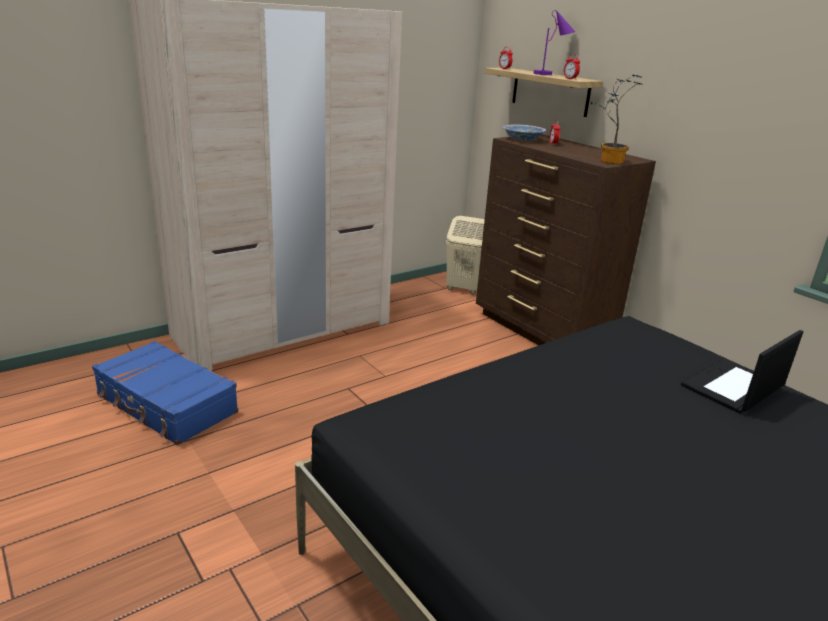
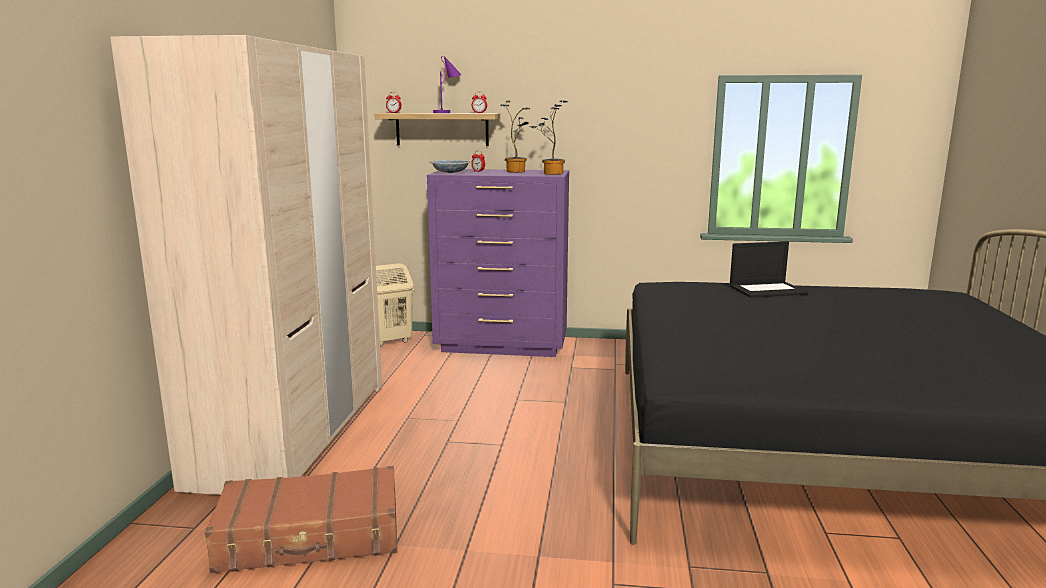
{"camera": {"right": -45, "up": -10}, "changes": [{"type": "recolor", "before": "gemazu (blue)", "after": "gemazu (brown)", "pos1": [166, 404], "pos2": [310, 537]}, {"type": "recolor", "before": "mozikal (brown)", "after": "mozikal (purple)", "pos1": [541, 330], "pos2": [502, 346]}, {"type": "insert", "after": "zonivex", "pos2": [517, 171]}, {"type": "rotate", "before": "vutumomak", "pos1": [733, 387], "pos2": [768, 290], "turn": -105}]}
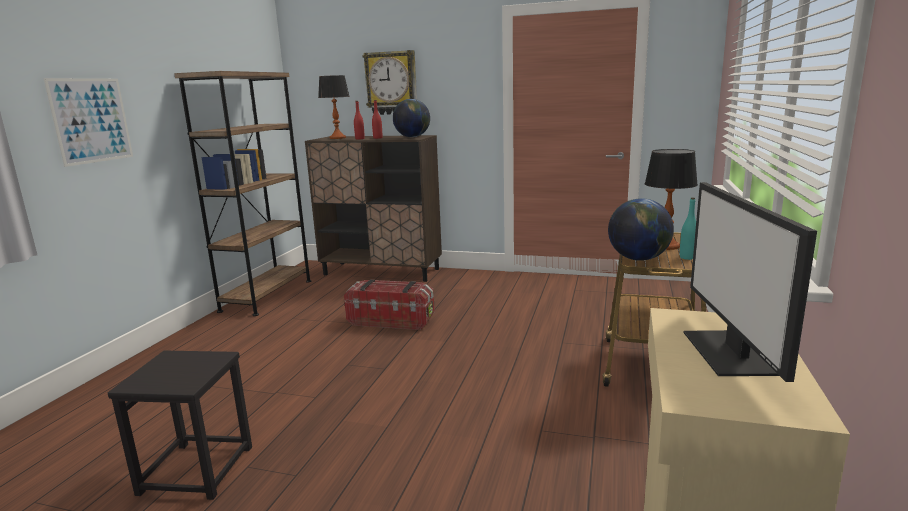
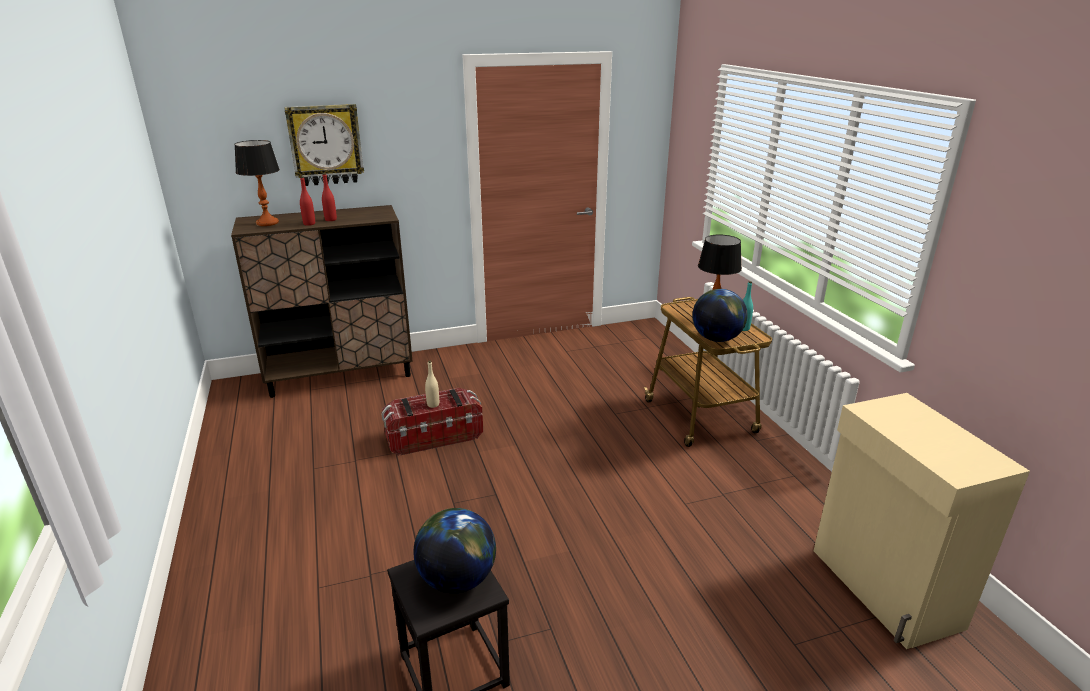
{"camera": {"right": -35, "up": 10}, "changes": [{"type": "move", "before": "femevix", "pos1": [412, 137], "pos2": [457, 579]}, {"type": "insert", "after": "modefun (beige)", "pos2": [433, 404]}, {"type": "delete", "before": "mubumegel", "pos1": [91, 120]}, {"type": "delete", "before": "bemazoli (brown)", "pos1": [267, 295]}, {"type": "delete", "before": "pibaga", "pos1": [732, 353]}]}
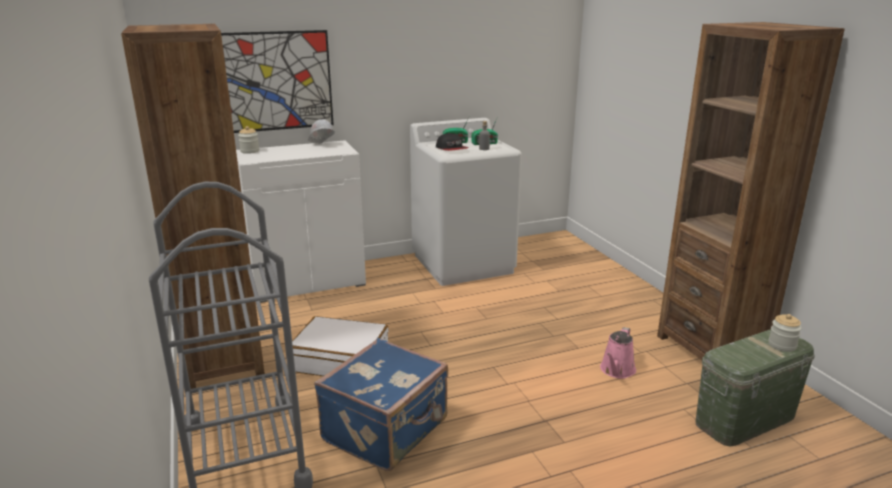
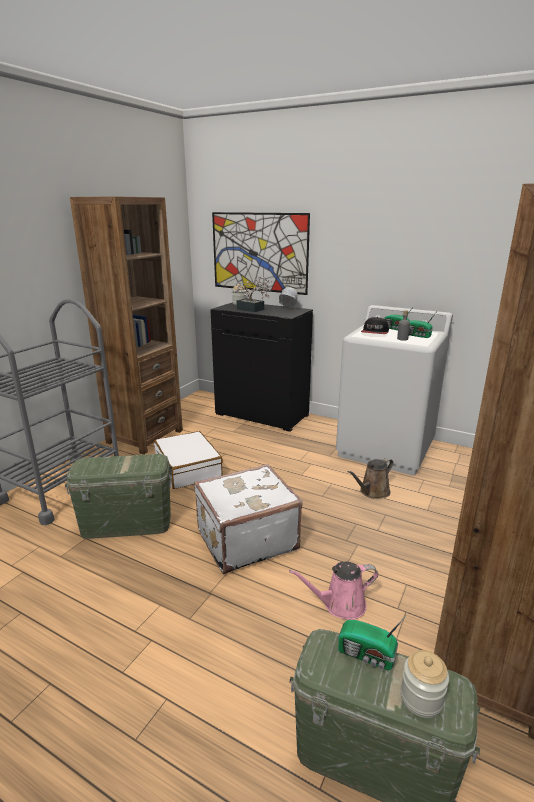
{"camera": {"right": 50, "up": 0}, "changes": [{"type": "replace", "before": "gemazu (blue)", "after": "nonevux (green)", "pos1": [387, 430], "pos2": [127, 524]}, {"type": "insert", "after": "gemazu (white)", "pos2": [245, 539]}, {"type": "recolor", "before": "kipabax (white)", "after": "kipabax (black)", "pos1": [308, 282], "pos2": [262, 414]}, {"type": "insert", "after": "zonivex", "pos2": [252, 310]}, {"type": "insert", "after": "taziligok", "pos2": [367, 655]}, {"type": "insert", "after": "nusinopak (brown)", "pos2": [372, 492]}]}
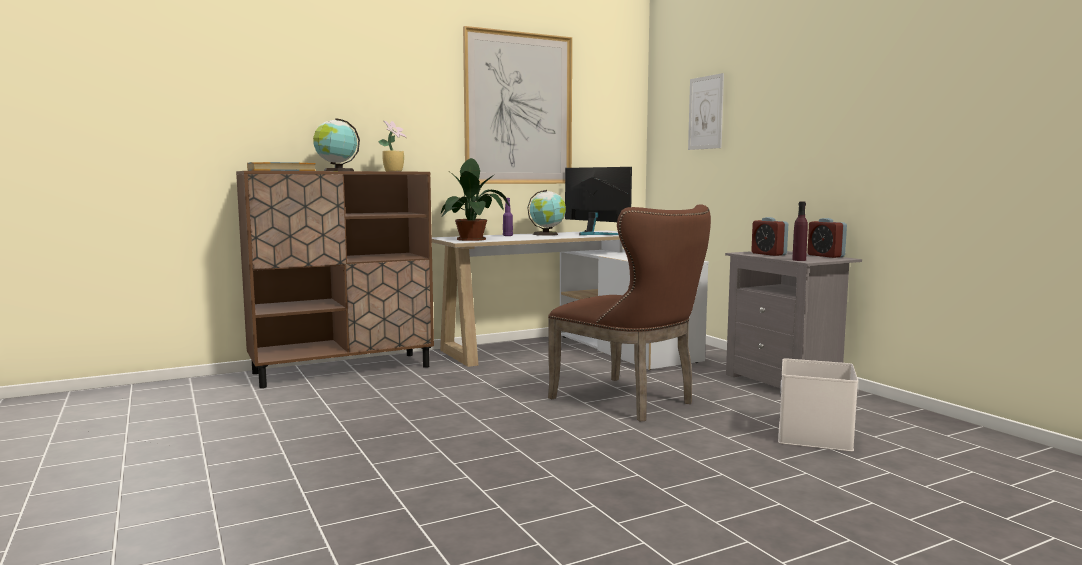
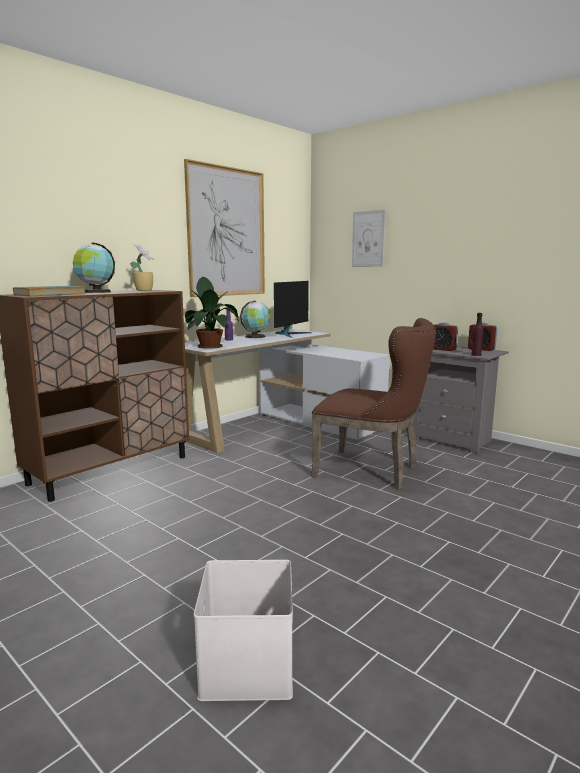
{"camera": {"right": -20, "up": 5}, "changes": [{"type": "move", "before": "nonevux (white)", "pos1": [812, 435], "pos2": [245, 662]}, {"type": "rotate", "before": "pibaga", "pos1": [594, 234], "pos2": [290, 334], "turn": 90}]}
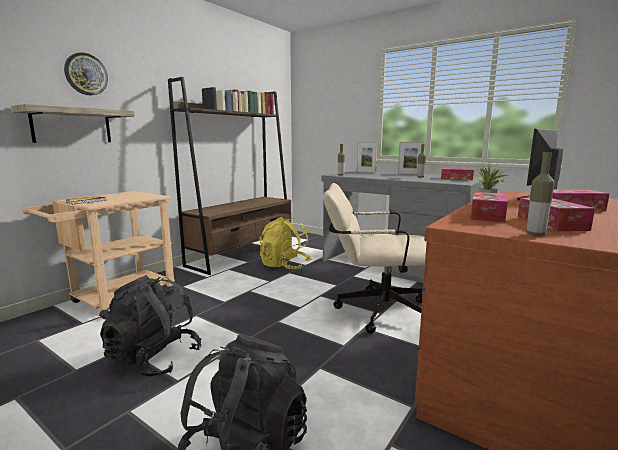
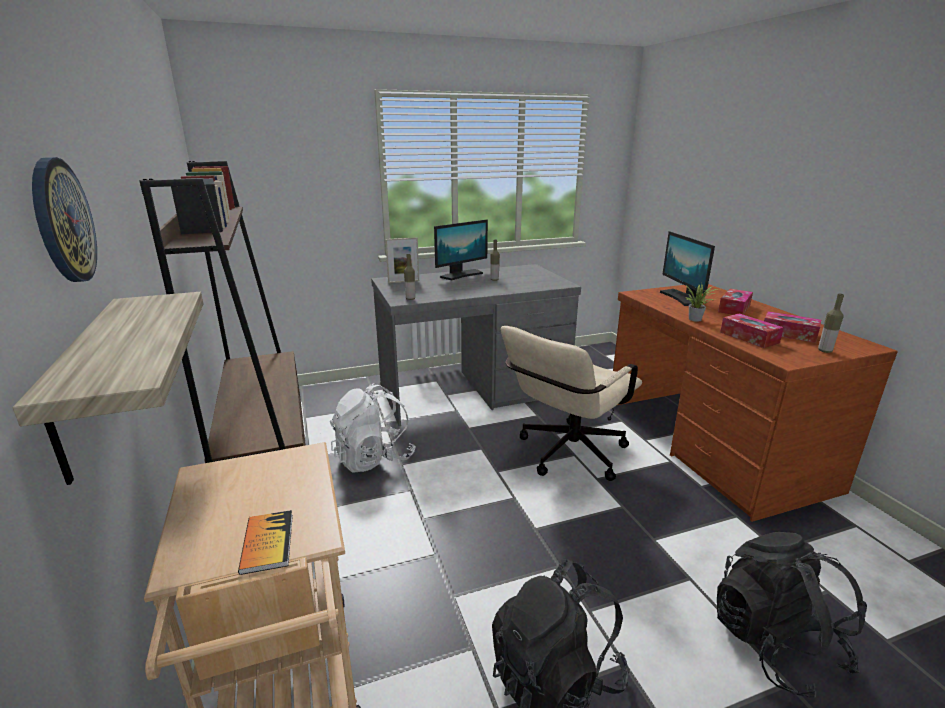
{"camera": {"right": -55, "up": 10}, "changes": [{"type": "recolor", "before": "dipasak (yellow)", "after": "dipasak (white)", "pos1": [284, 266], "pos2": [373, 458]}, {"type": "replace", "before": "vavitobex", "after": "pibaga", "pos1": [409, 174], "pos2": [461, 275]}, {"type": "delete", "before": "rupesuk", "pos1": [456, 179]}]}
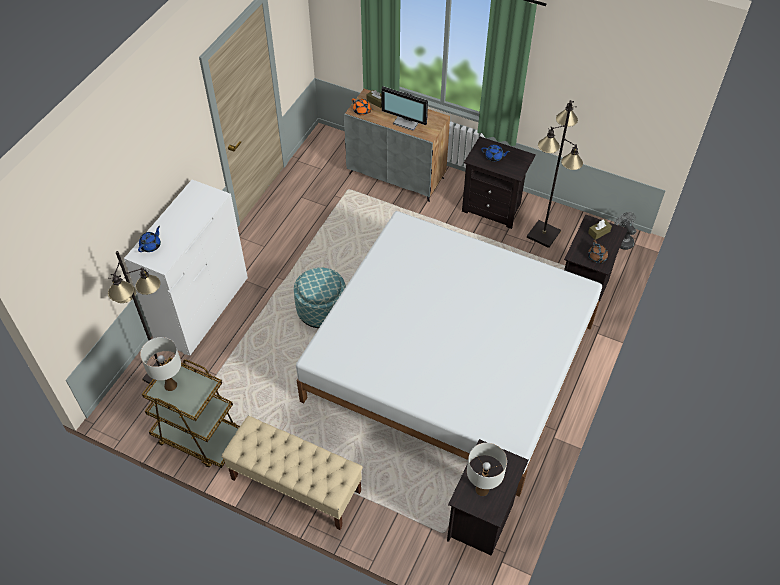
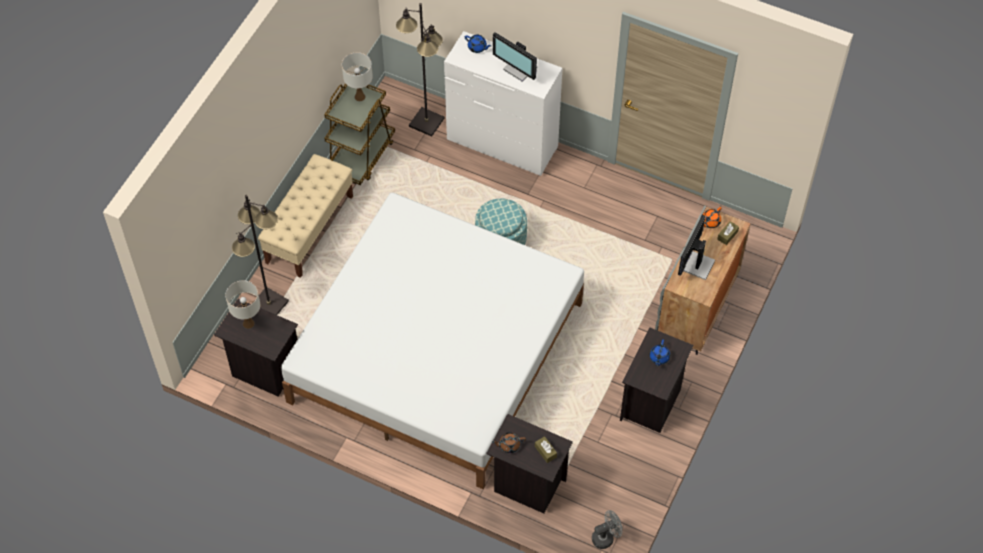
{"camera": {"right": 90, "up": 5}, "changes": [{"type": "move", "before": "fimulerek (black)", "pos1": [544, 234], "pos2": [269, 305]}, {"type": "insert", "after": "pibaga", "pos2": [519, 69]}]}
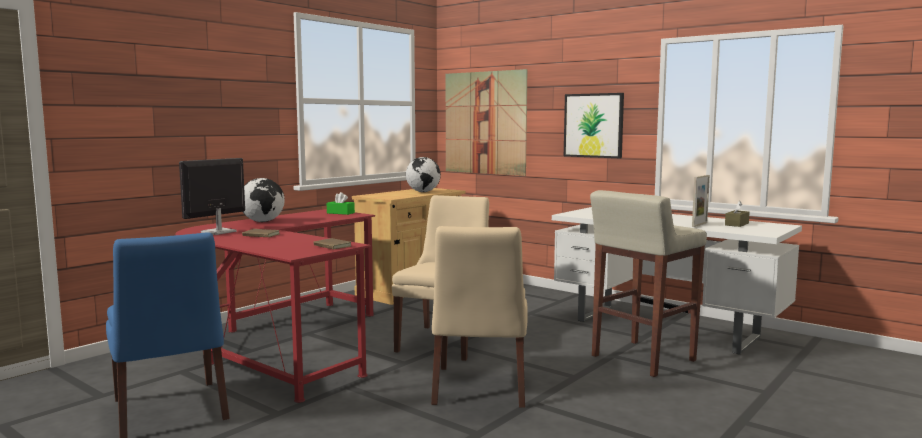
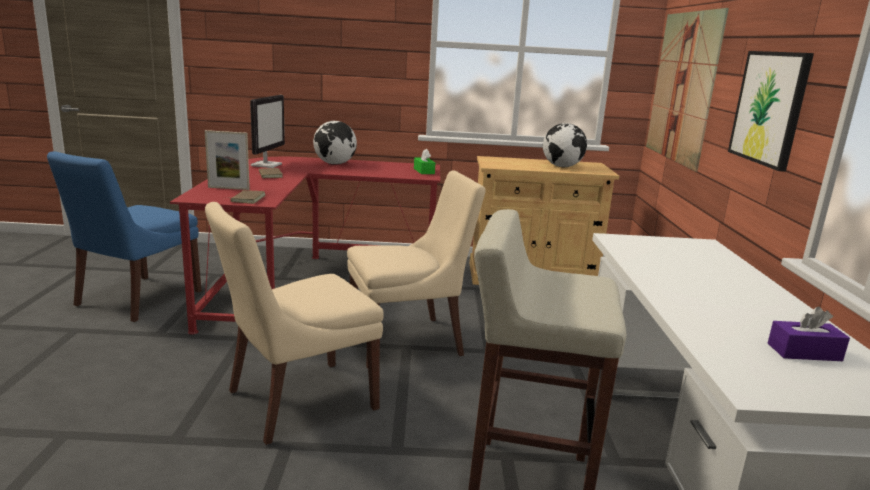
{"camera": {"right": 50, "up": 10}, "changes": [{"type": "move", "before": "vavitobex", "pos1": [699, 224], "pos2": [228, 188]}, {"type": "rotate", "before": "pibaga", "pos1": [218, 232], "pos2": [266, 165], "turn": 105}, {"type": "recolor", "before": "rupesuk (brown)", "after": "rupesuk (purple)", "pos1": [736, 224], "pos2": [804, 352]}]}
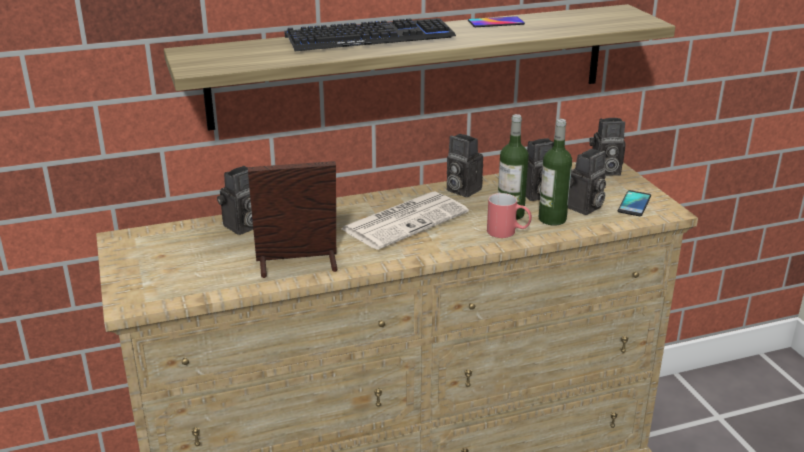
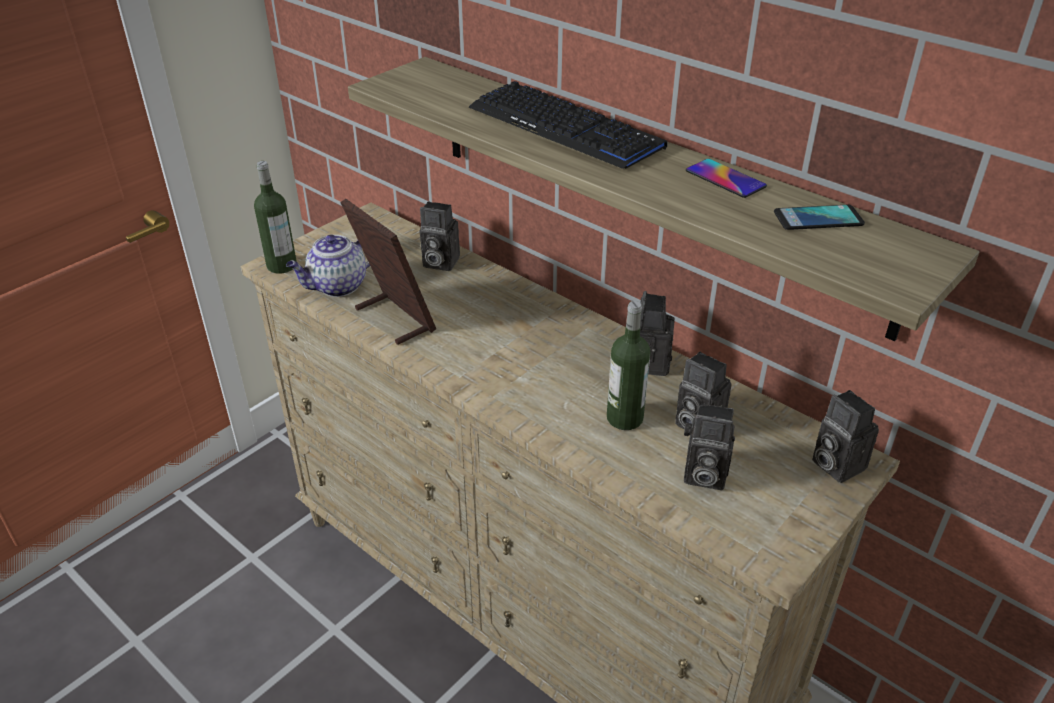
{"camera": {"right": 60, "up": 10}, "changes": [{"type": "move", "before": "modefun", "pos1": [552, 219], "pos2": [281, 265]}, {"type": "insert", "after": "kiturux", "pos2": [337, 286]}, {"type": "move", "before": "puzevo", "pos1": [634, 204], "pos2": [818, 219]}, {"type": "delete", "before": "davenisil", "pos1": [405, 220]}, {"type": "delete", "before": "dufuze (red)", "pos1": [508, 232]}]}
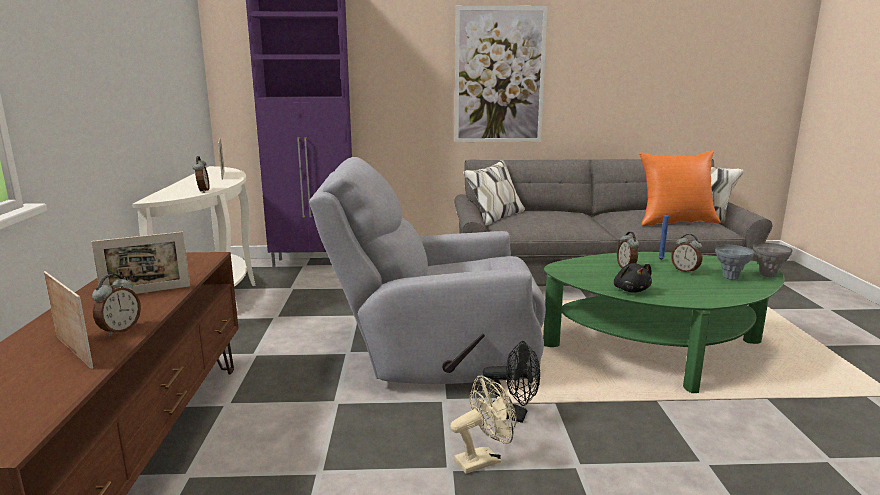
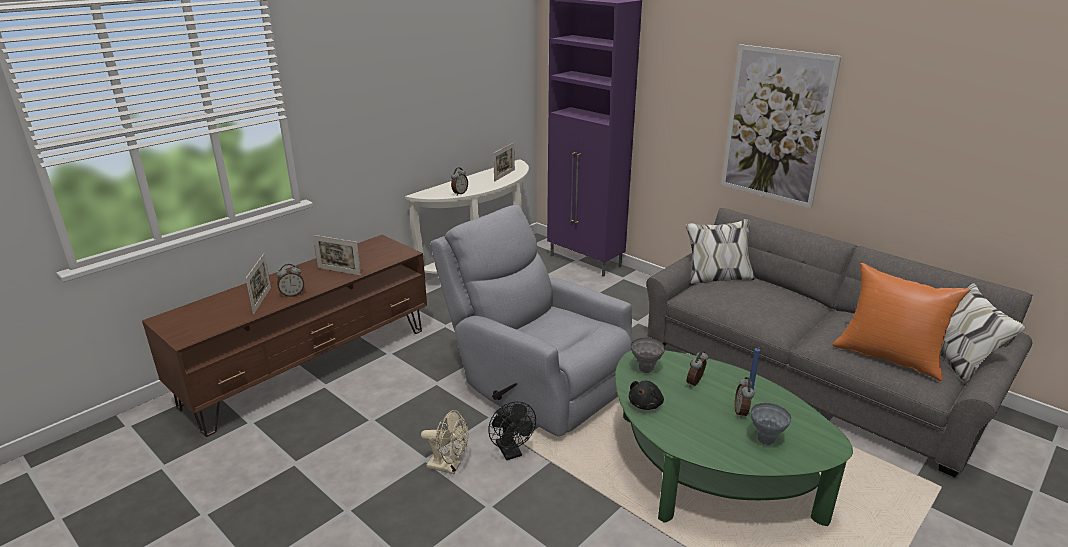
{"camera": {"right": 45, "up": 10}, "changes": [{"type": "move", "before": "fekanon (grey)", "pos1": [768, 275], "pos2": [645, 370]}]}
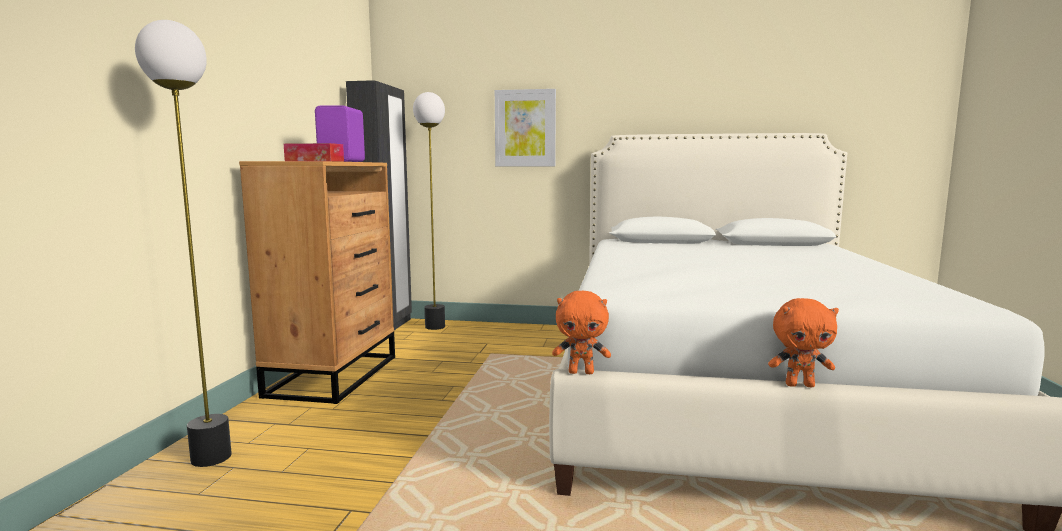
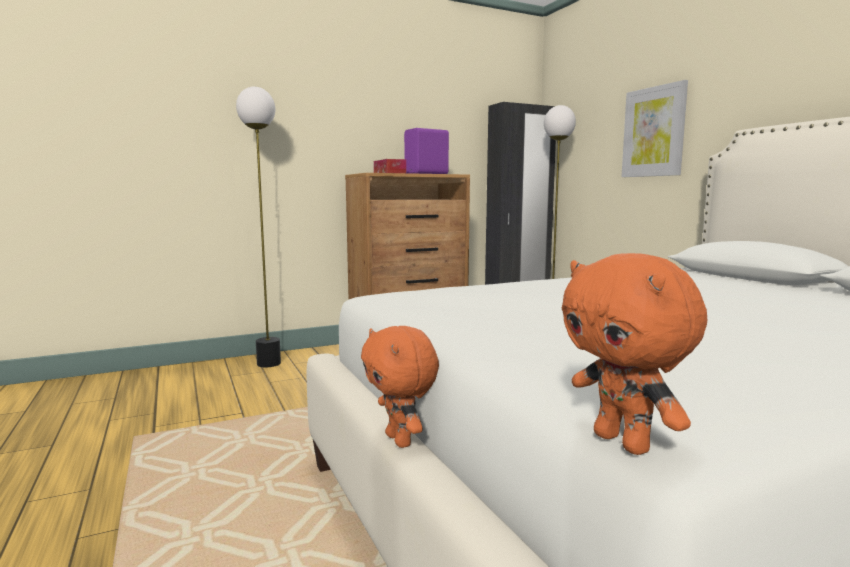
{"camera": {"right": 55, "up": 0}, "changes": [{"type": "move", "before": "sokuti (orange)", "pos1": [581, 372], "pos2": [624, 443]}]}
